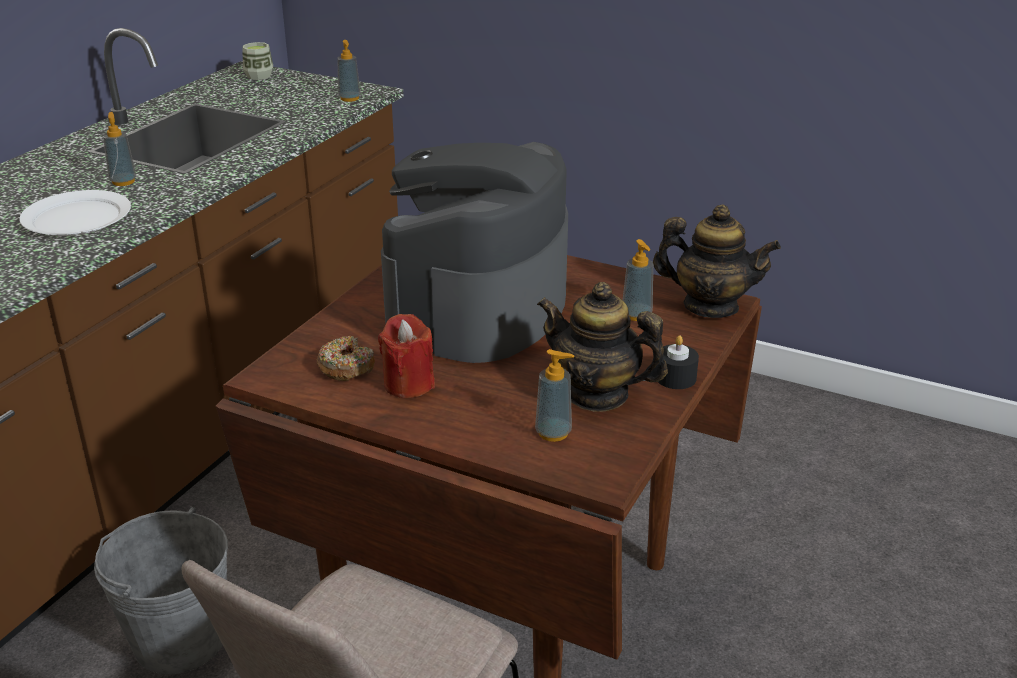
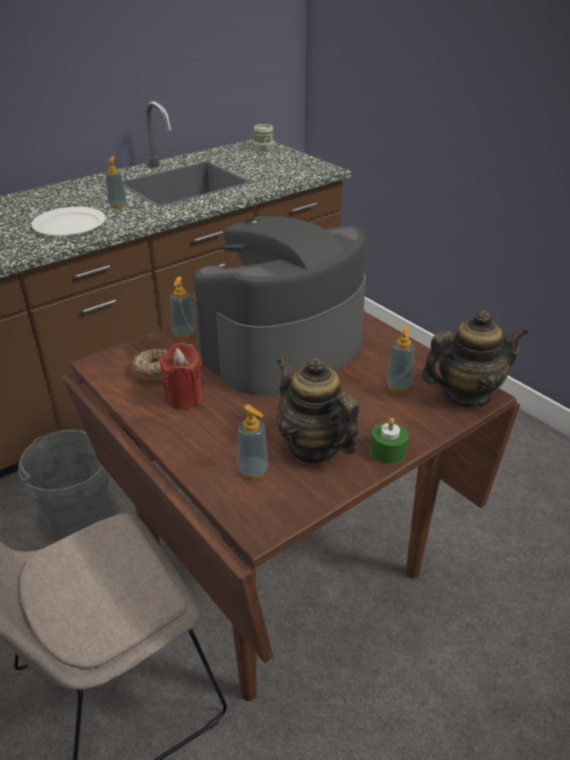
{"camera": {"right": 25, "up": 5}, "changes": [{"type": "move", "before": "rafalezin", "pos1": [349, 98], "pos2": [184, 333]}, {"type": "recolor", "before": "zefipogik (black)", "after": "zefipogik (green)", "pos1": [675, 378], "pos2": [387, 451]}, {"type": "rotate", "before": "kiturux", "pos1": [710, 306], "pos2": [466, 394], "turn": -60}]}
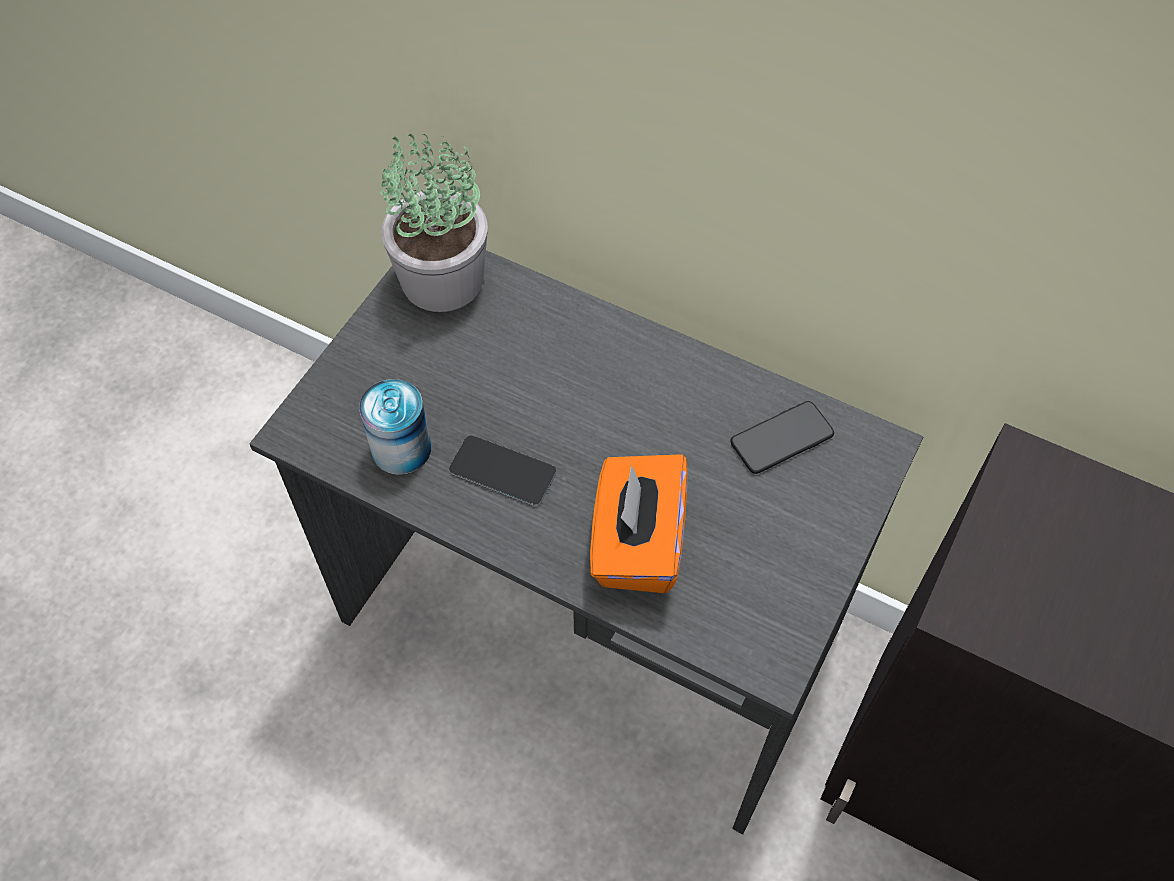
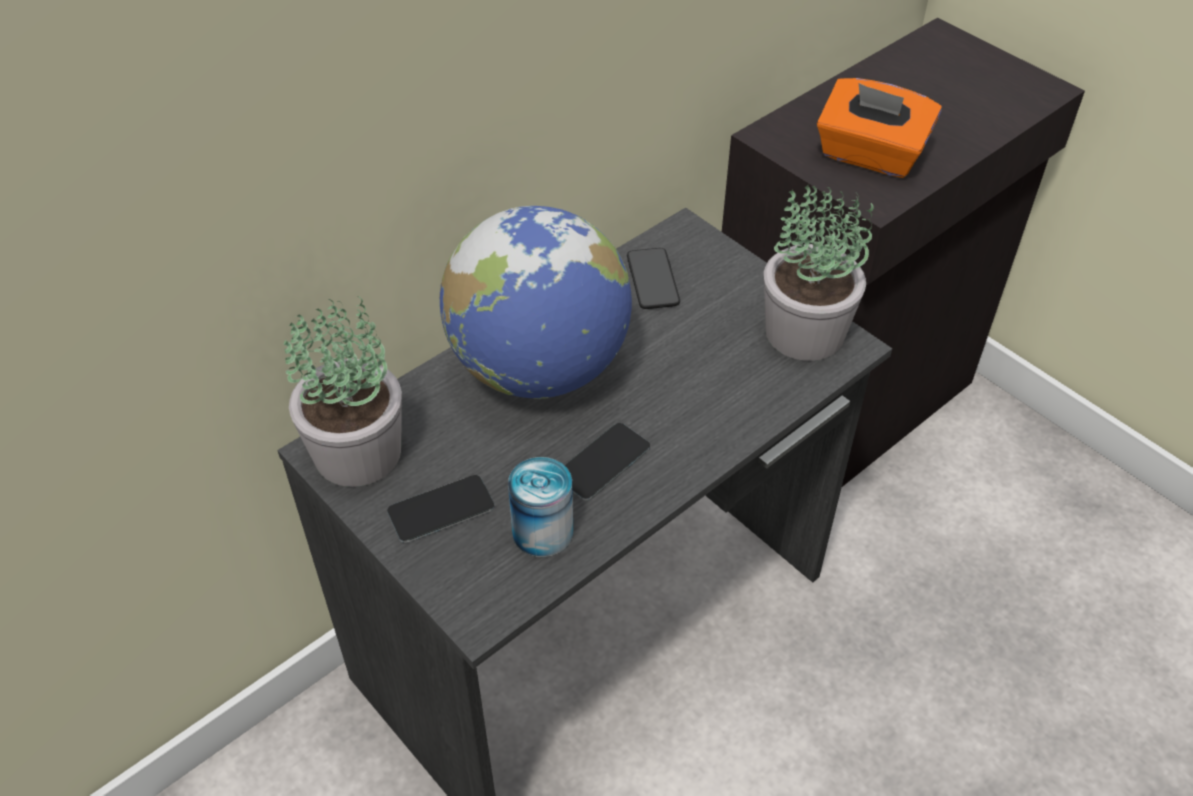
{"camera": {"right": -70, "up": -10}, "changes": [{"type": "insert", "after": "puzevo", "pos2": [441, 509]}, {"type": "insert", "after": "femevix", "pos2": [539, 368]}, {"type": "insert", "after": "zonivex", "pos2": [805, 333]}, {"type": "move", "before": "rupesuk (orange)", "pos1": [636, 543], "pos2": [870, 155]}]}
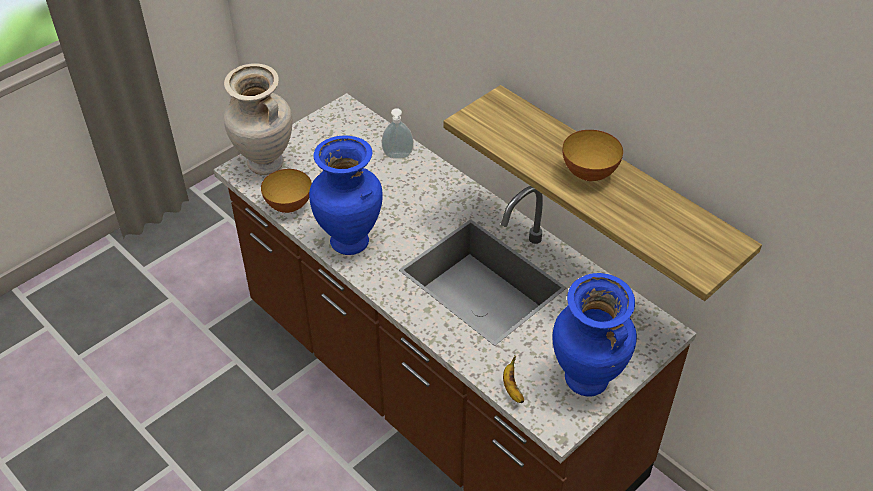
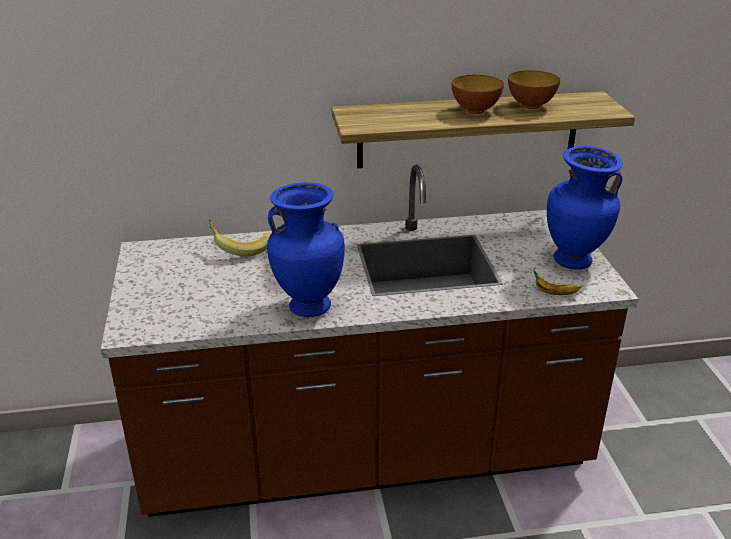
{"camera": {"right": -55, "up": -15}, "changes": [{"type": "replace", "before": "rafalezin", "after": "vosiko", "pos1": [398, 157], "pos2": [240, 248]}, {"type": "move", "before": "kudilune", "pos1": [289, 206], "pos2": [530, 106]}, {"type": "delete", "before": "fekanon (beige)", "pos1": [265, 165]}]}
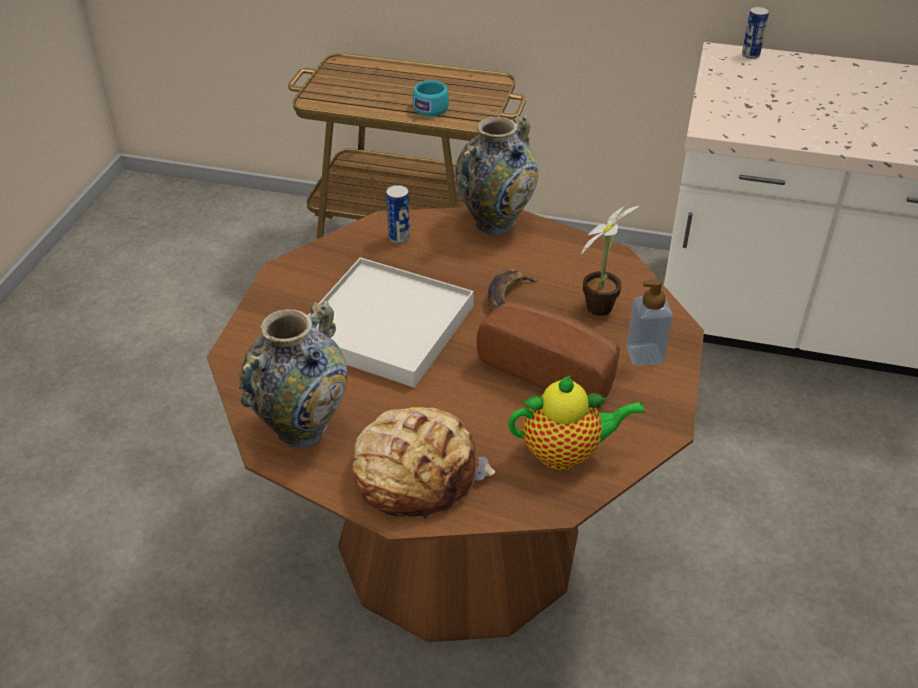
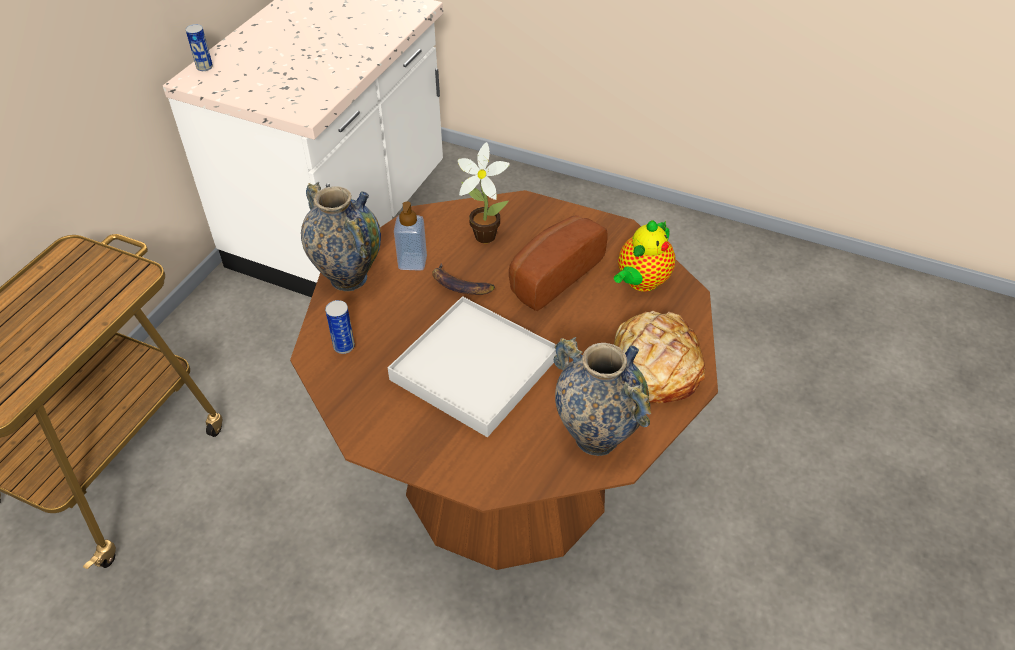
{"camera": {"right": -80, "up": 5}, "changes": [{"type": "move", "before": "rafalezin", "pos1": [644, 355], "pos2": [412, 262]}, {"type": "rotate", "before": "kiturux", "pos1": [566, 453], "pos2": [641, 282], "turn": -150}, {"type": "delete", "before": "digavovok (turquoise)", "pos1": [433, 107]}]}
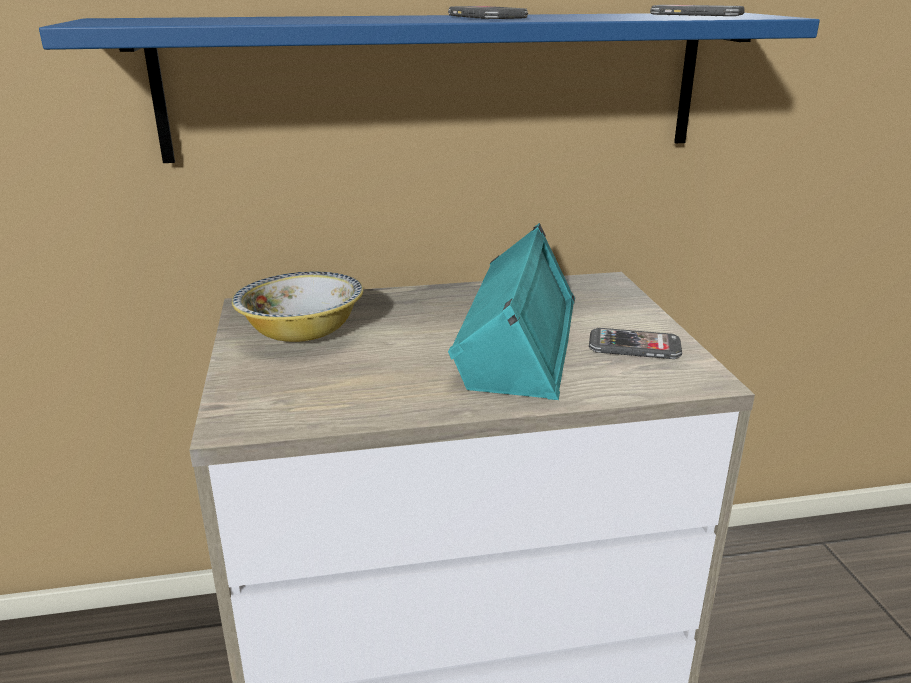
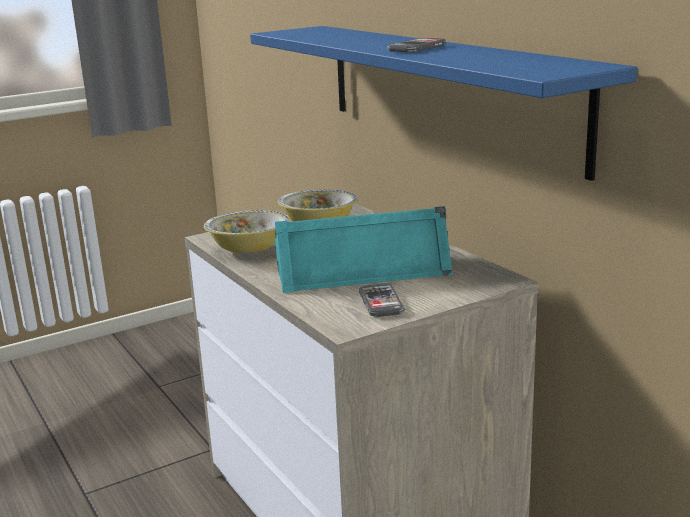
{"camera": {"right": 70, "up": -5}, "changes": [{"type": "insert", "after": "kudilune", "pos2": [249, 249]}, {"type": "delete", "before": "puzevo", "pos1": [696, 14]}]}
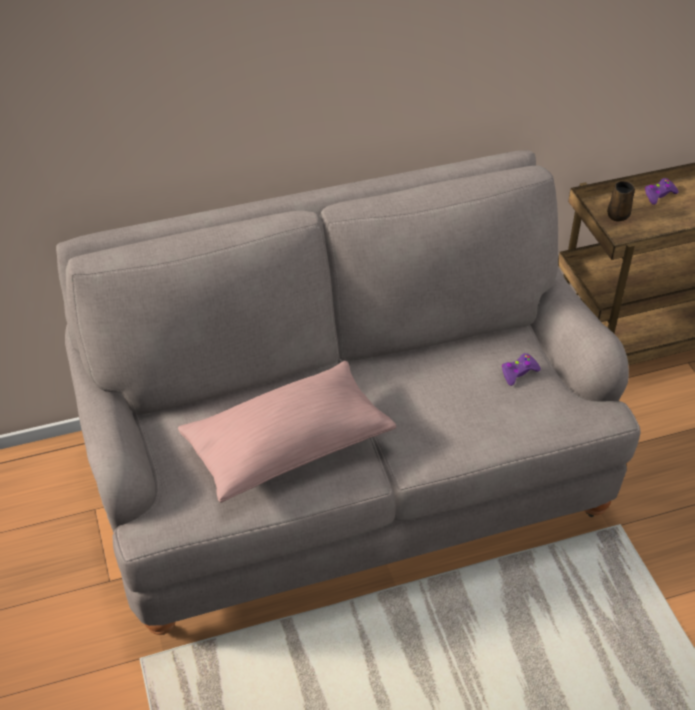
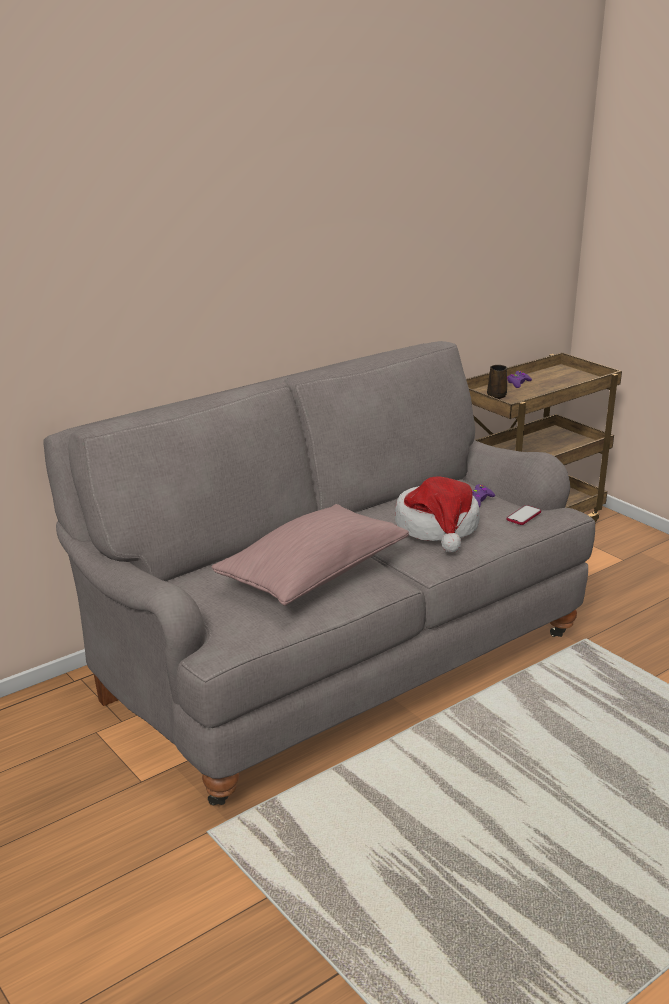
{"camera": {"right": -20, "up": -20}, "changes": [{"type": "insert", "after": "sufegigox", "pos2": [437, 528]}, {"type": "insert", "after": "puzevo", "pos2": [523, 516]}]}
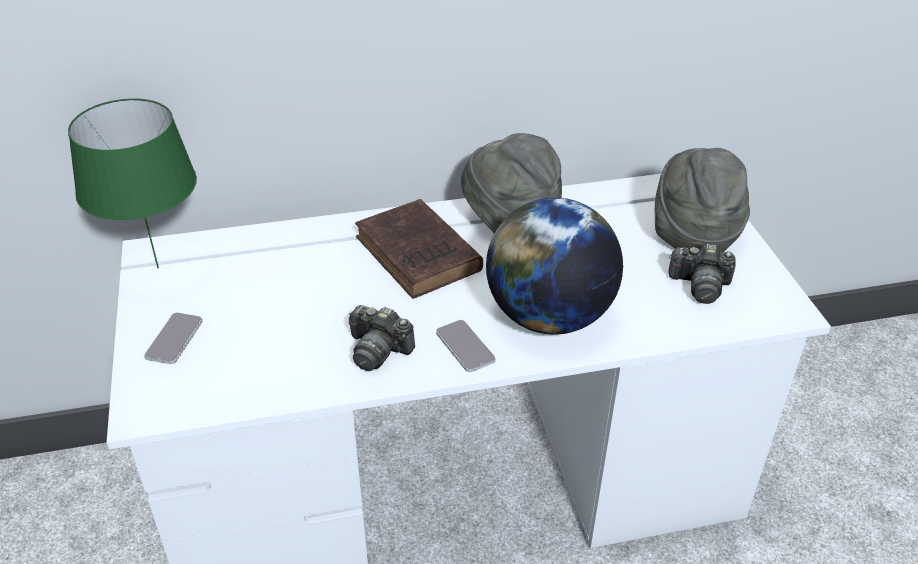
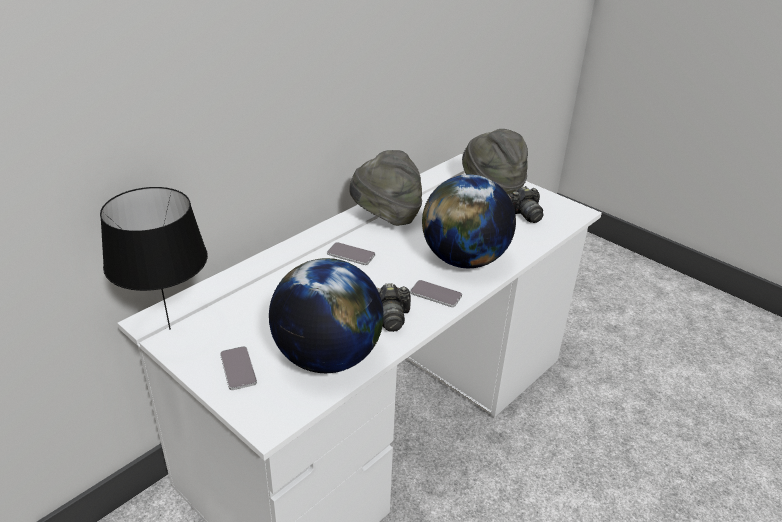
{"camera": {"right": -35, "up": -5}, "changes": [{"type": "recolor", "before": "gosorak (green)", "after": "gosorak (black)", "pos1": [159, 268], "pos2": [171, 329]}, {"type": "insert", "after": "femevix", "pos2": [327, 357]}, {"type": "replace", "before": "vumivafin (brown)", "after": "puzevo", "pos1": [420, 256], "pos2": [351, 254]}]}
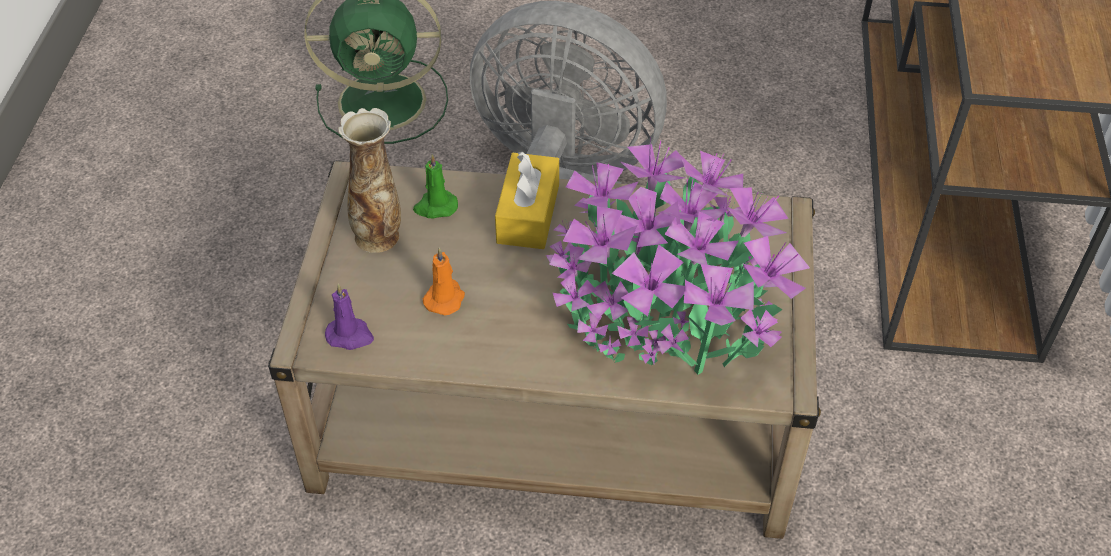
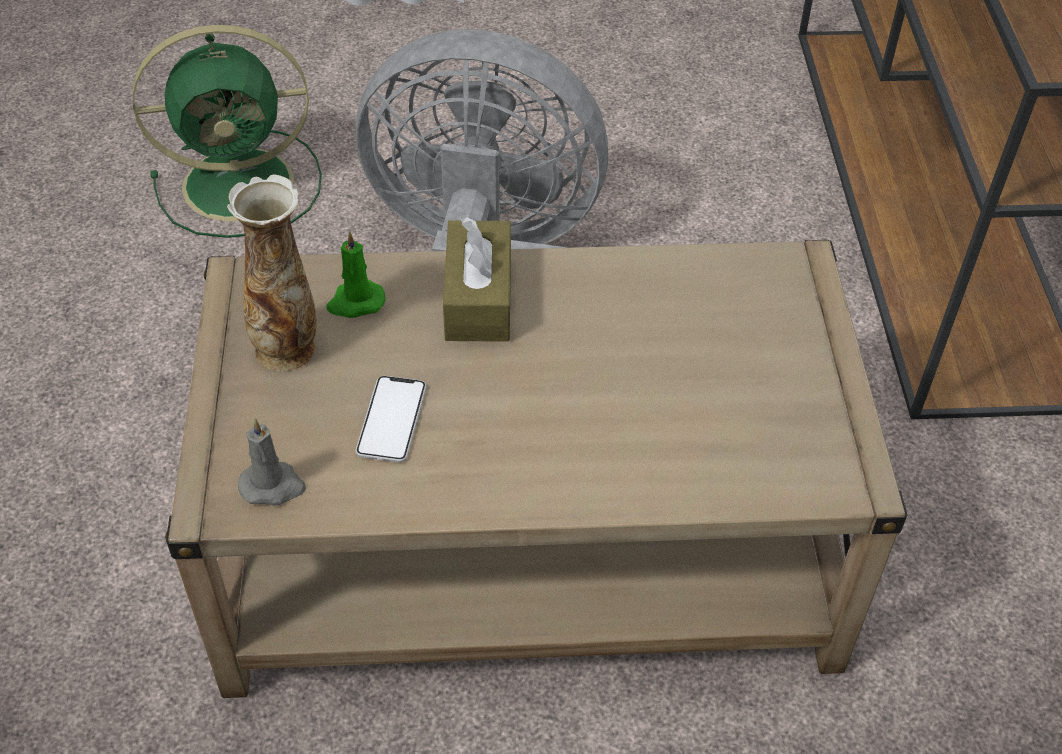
{"camera": {"right": -10, "up": 0}, "changes": [{"type": "recolor", "before": "zefipogik (purple)", "after": "zefipogik (grey)", "pos1": [350, 335], "pos2": [273, 486]}, {"type": "replace", "before": "zefipogik (orange)", "after": "puzevo", "pos1": [445, 298], "pos2": [391, 420]}, {"type": "recolor", "before": "rupesuk (yellow)", "after": "rupesuk (brown)", "pos1": [528, 214], "pos2": [478, 298]}, {"type": "delete", "before": "zonivex", "pos1": [665, 313]}]}
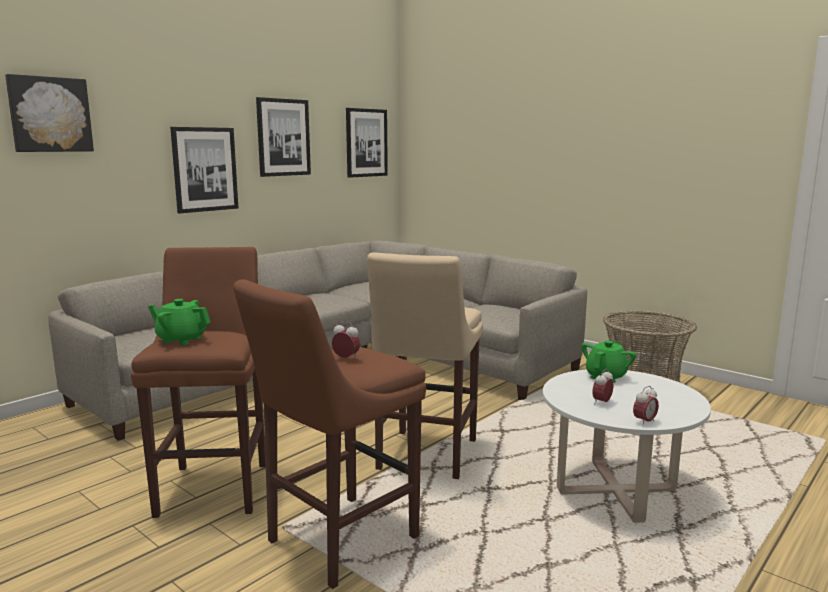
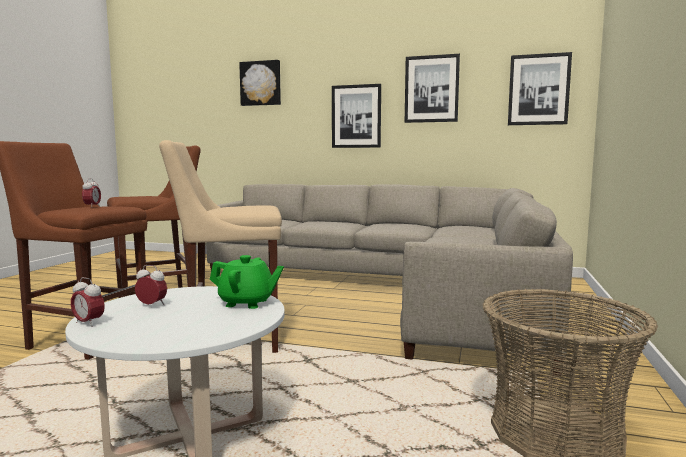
{"camera": {"right": 65, "up": -5}, "changes": [{"type": "delete", "before": "kiturux (green)", "pos1": [181, 339]}]}
